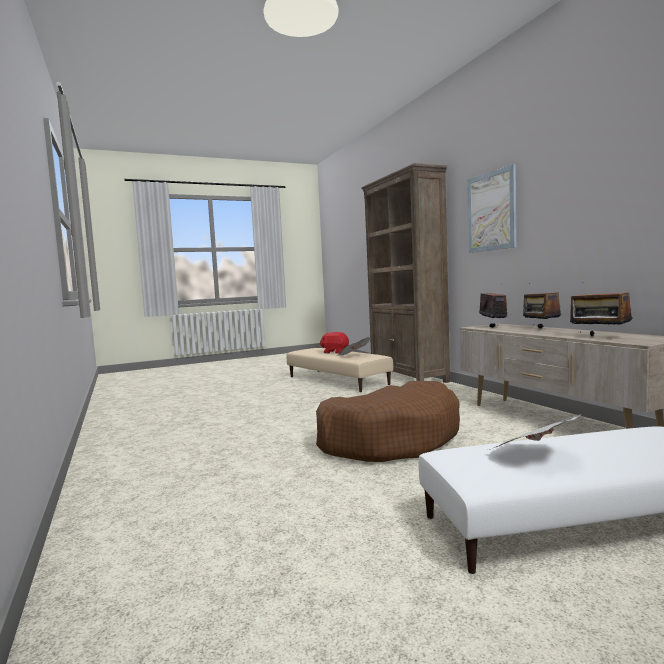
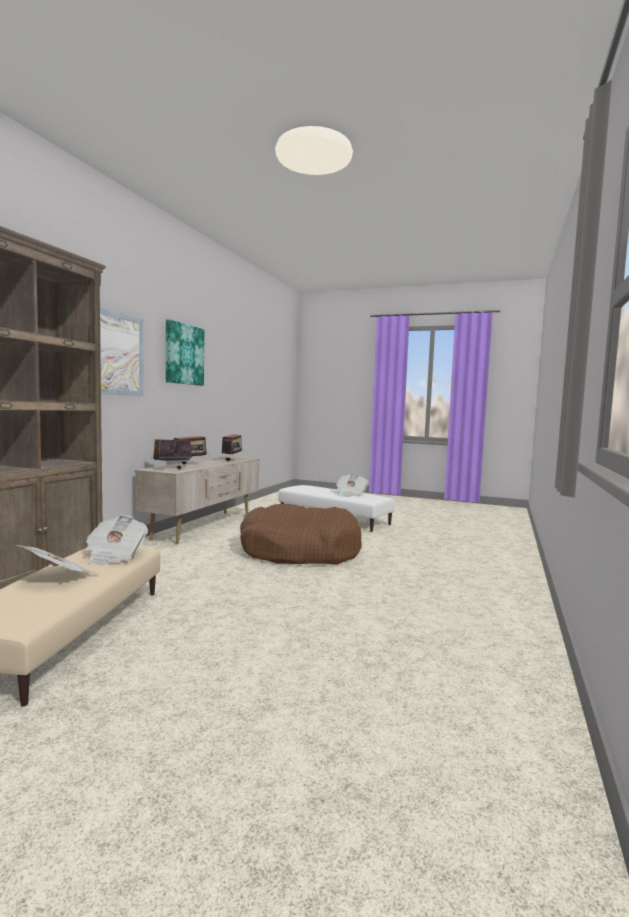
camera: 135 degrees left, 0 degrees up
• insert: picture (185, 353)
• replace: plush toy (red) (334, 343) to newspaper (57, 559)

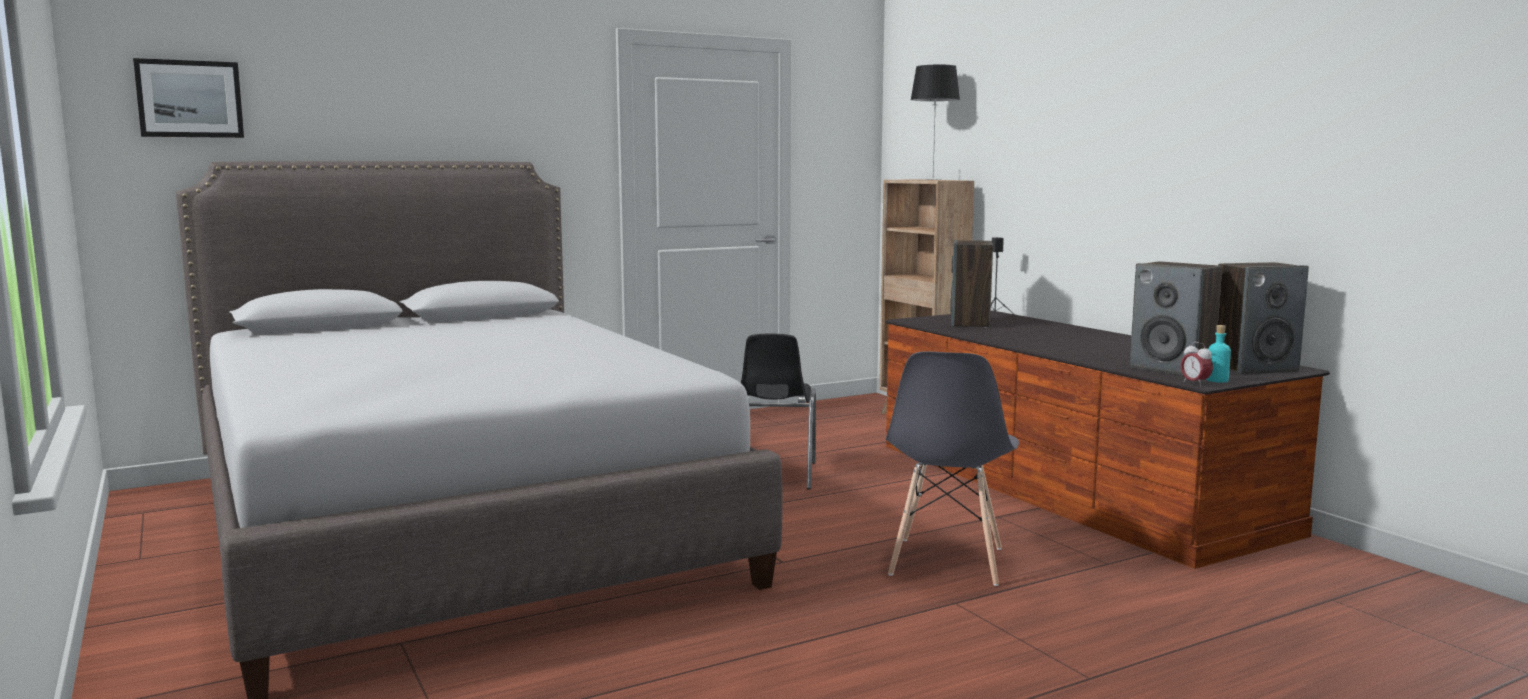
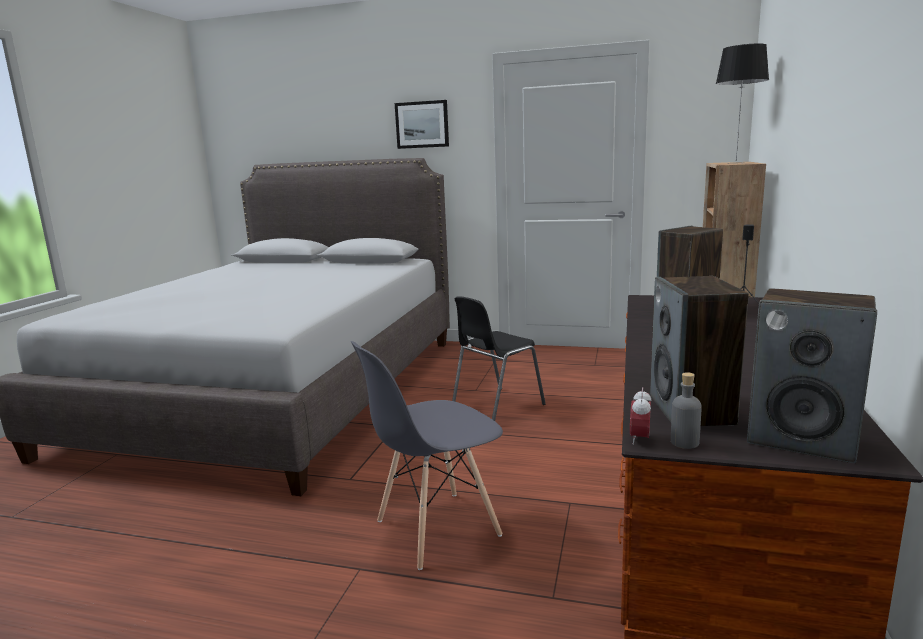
camera: 45 degrees right, 5 degrees up
• move: picture (188, 98) to (422, 124)
• recolor: bottle (turquoise) (1218, 354) to bottle (grey) (686, 410)

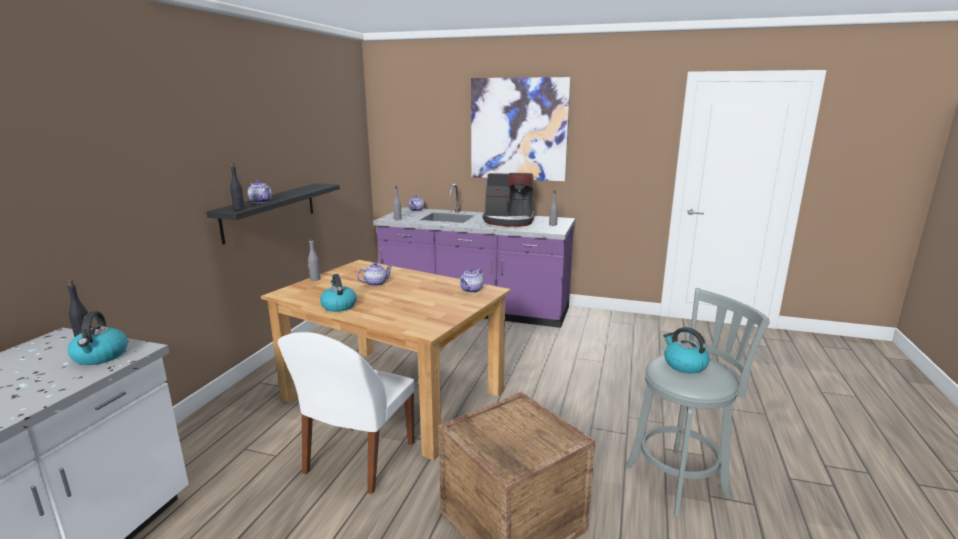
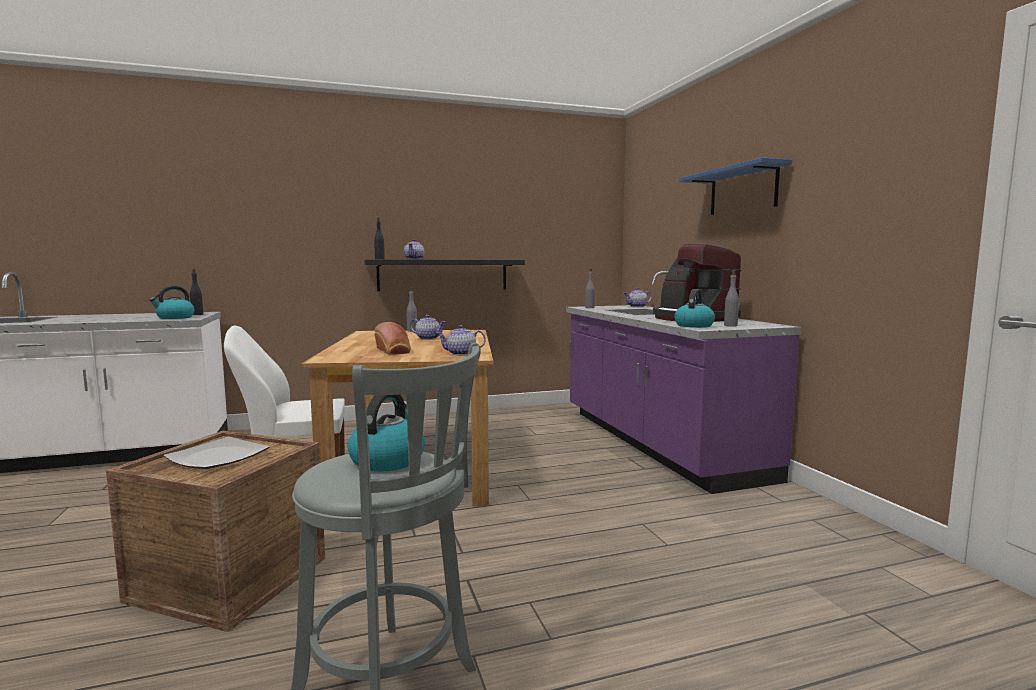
camera: 55 degrees right, 10 degrees down
• insert: plate (216, 453)
• insert: bread (393, 338)
• move: kettle (338, 293) to (694, 308)
• replace: picture (521, 129) to shelf (blue) (735, 186)

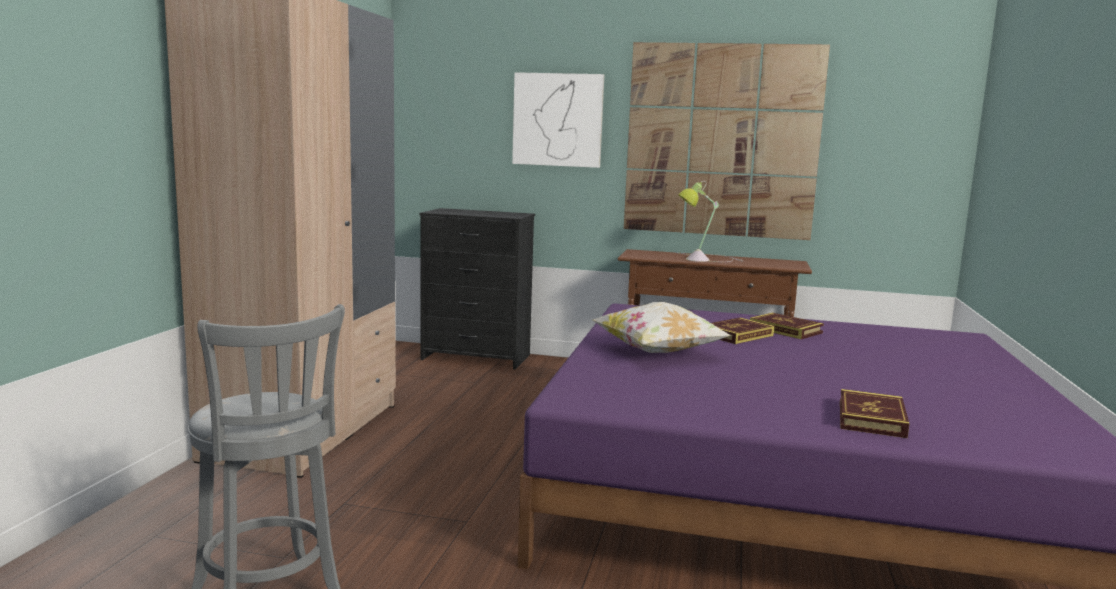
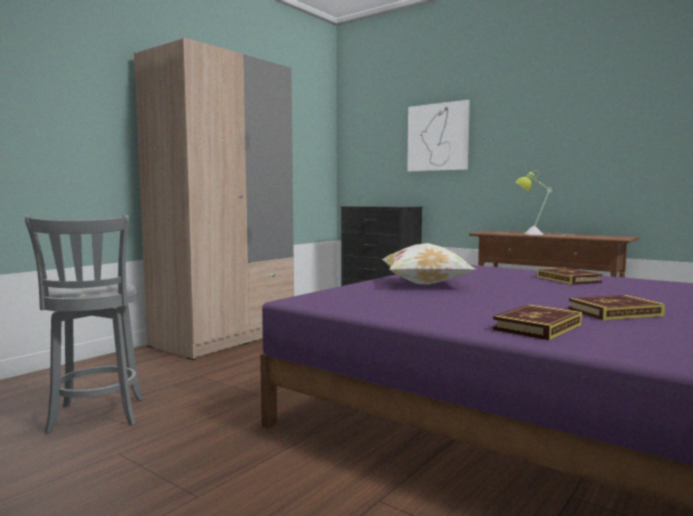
camera: 25 degrees right, 5 degrees down
• delete: picture (727, 141)
• move: book (742, 330) to (616, 308)

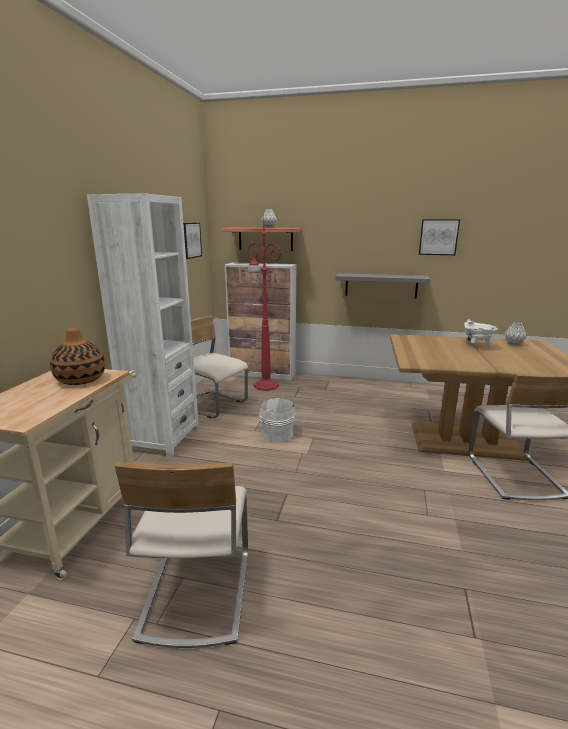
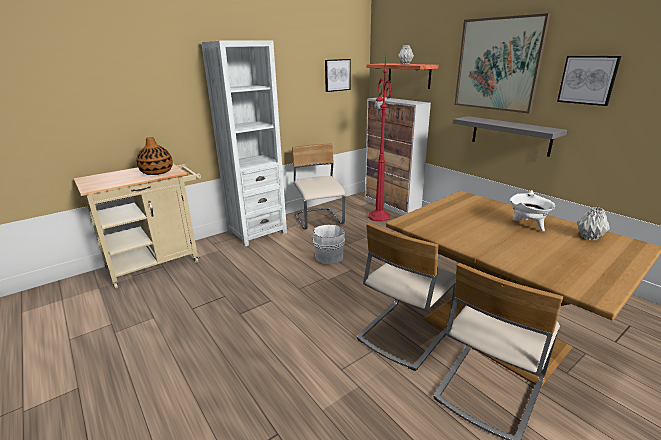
camera: 40 degrees right, 5 degrees up
• insert: picture (502, 63)
• move: chair (beige) (181, 555) to (406, 297)

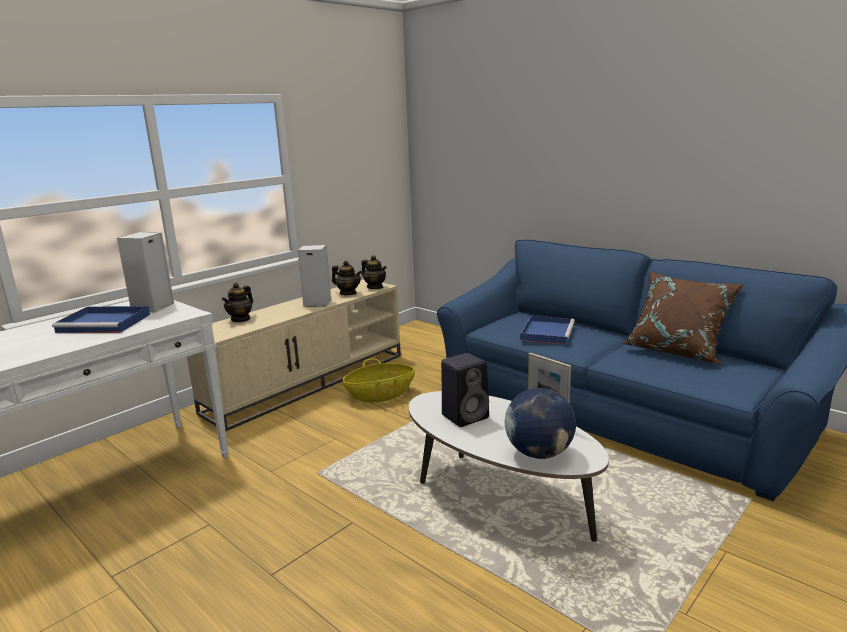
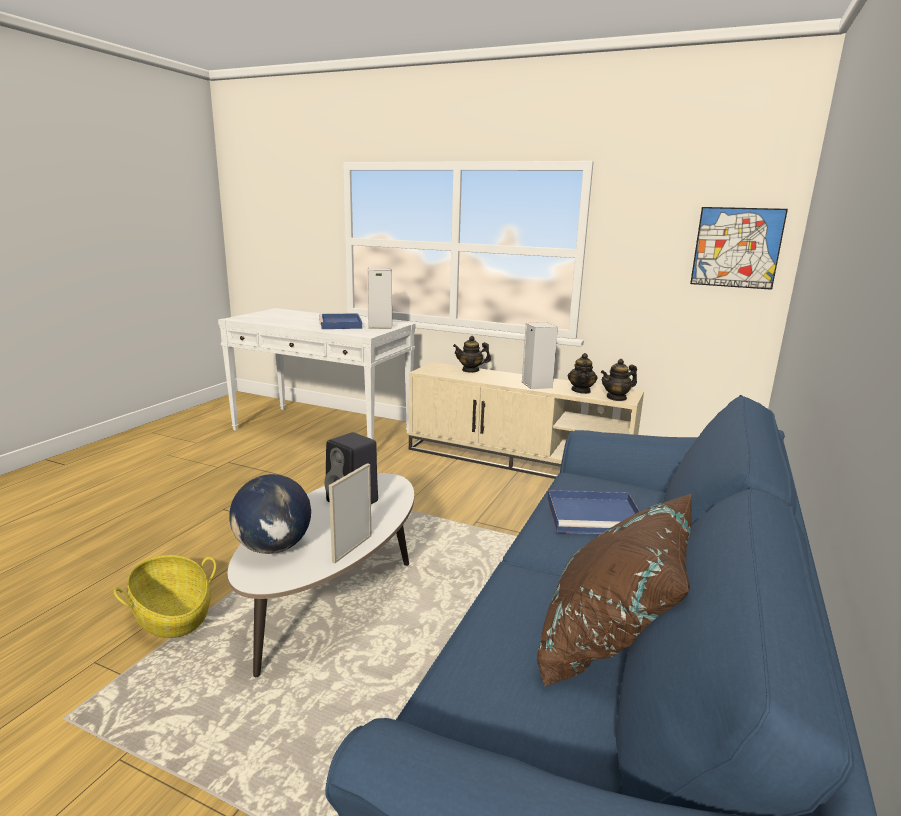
camera: 70 degrees right, 0 degrees up
• insert: picture (739, 248)
• move: basket (379, 381) to (165, 596)
• rotate: teapot (374, 272) = (619, 380) 45 degrees clockwise

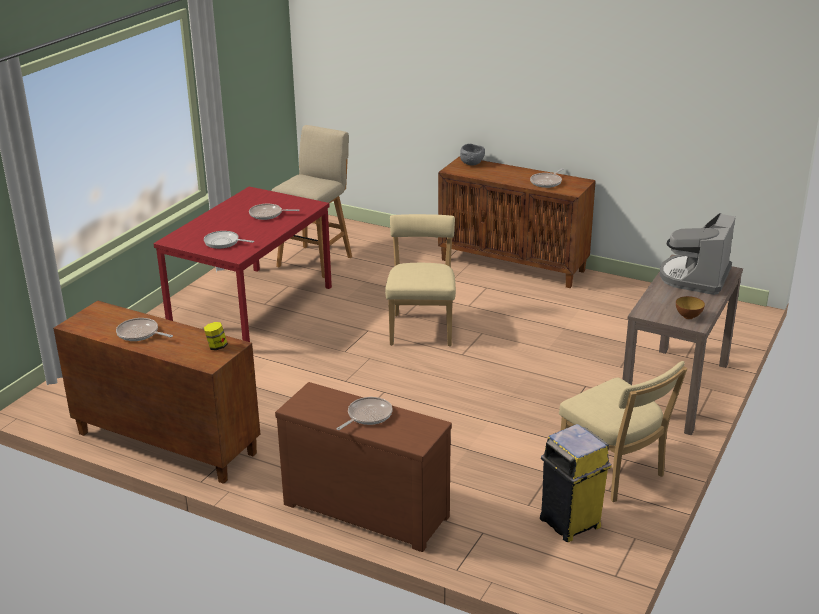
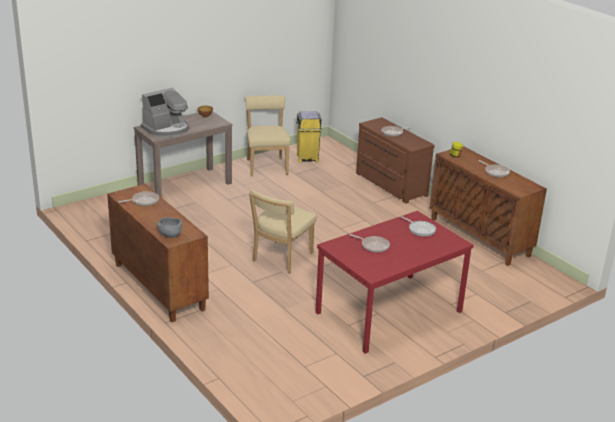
camera: 155 degrees left, 0 degrees up
• delete: stool (beige) (311, 201)

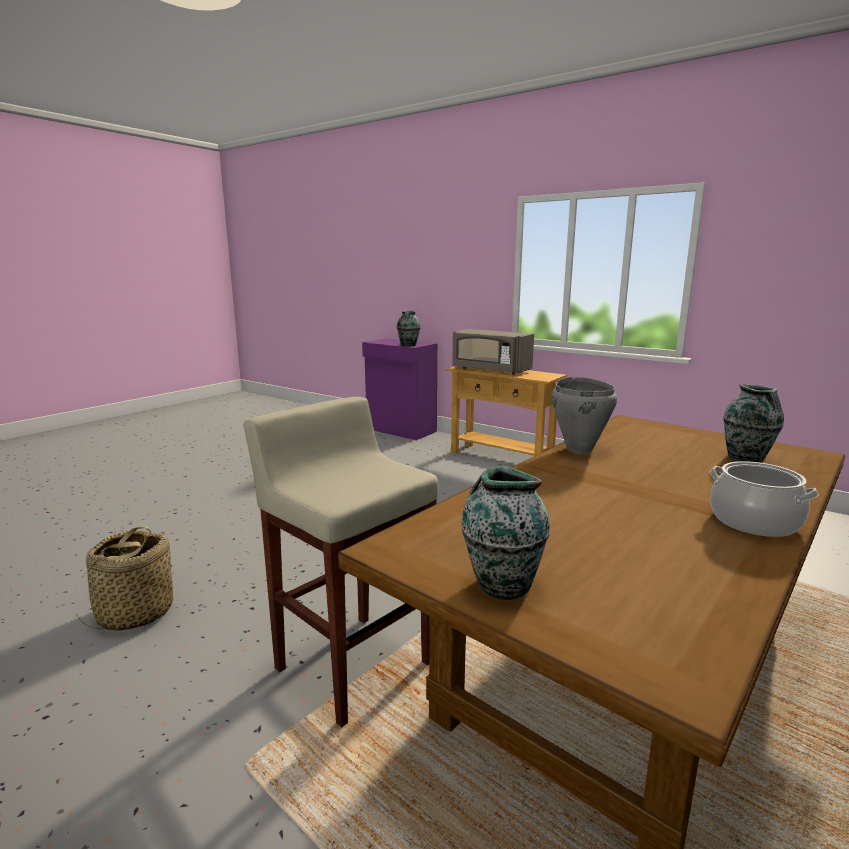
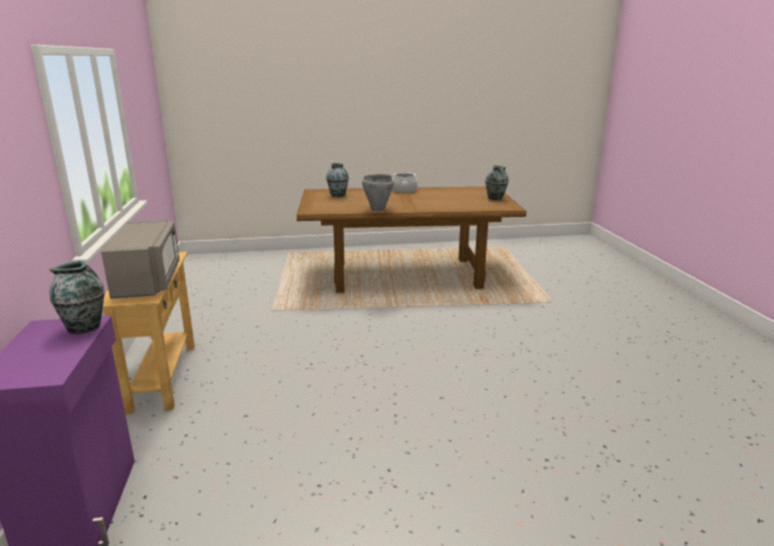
camera: 135 degrees left, 5 degrees up
• delete: basket (125, 578)
• delete: stool (beige) (341, 562)

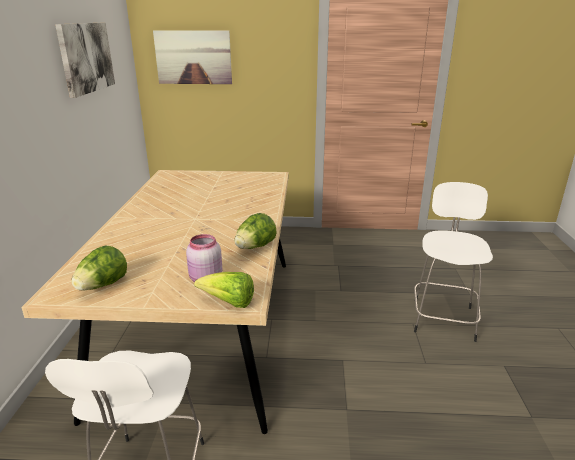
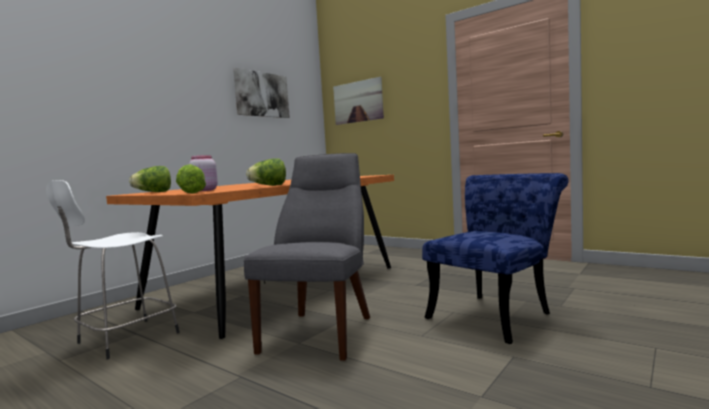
camera: 35 degrees right, 20 degrees down
• insert: chair (grey) (307, 257)
• replace: stool (white) (453, 262) to chair (blue) (495, 258)
• recolor: dining table (beige) (155, 302) to dining table (orange) (250, 257)

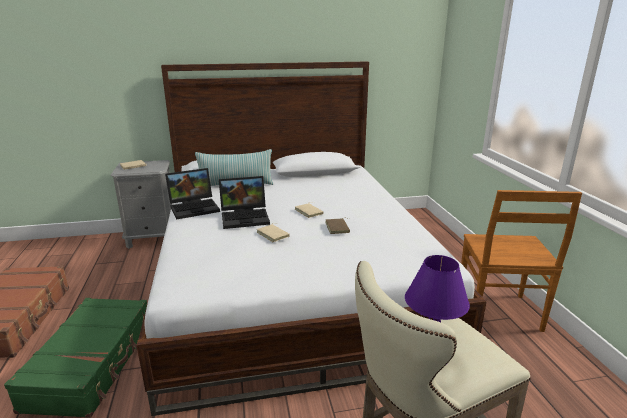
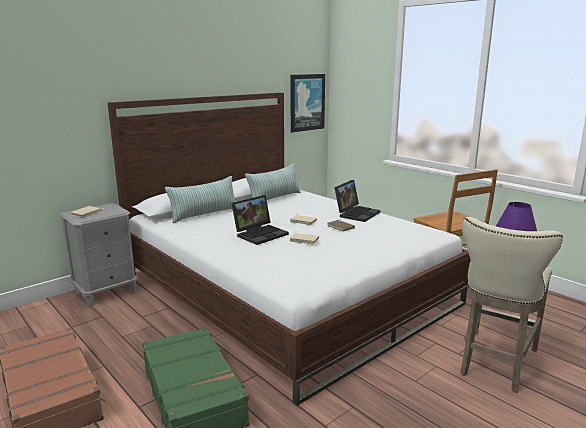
camera: 30 degrees left, 5 degrees down
• insert: pillow (273, 181)
• insert: picture (308, 103)
• move: laptop (192, 193) to (357, 201)

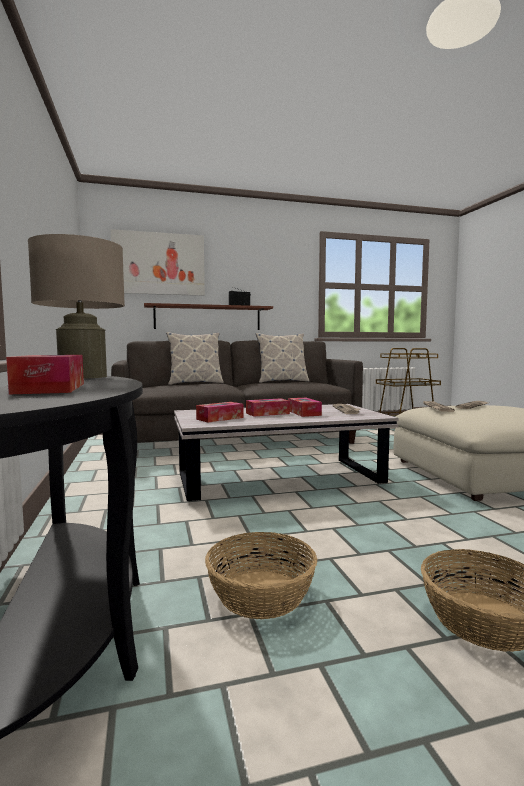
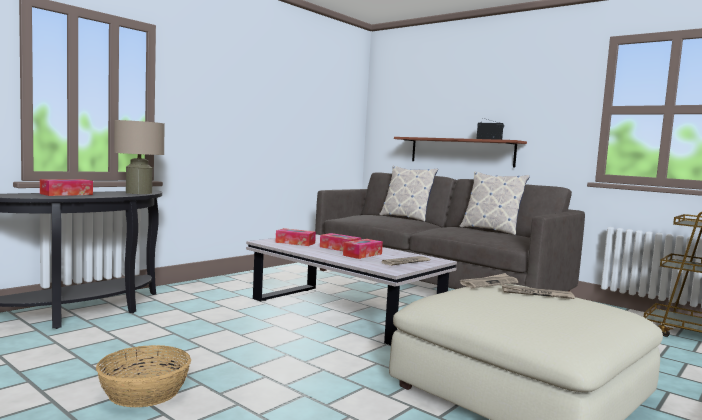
camera: 55 degrees right, 0 degrees up
• delete: picture (158, 262)
• delete: basket (261, 575)

